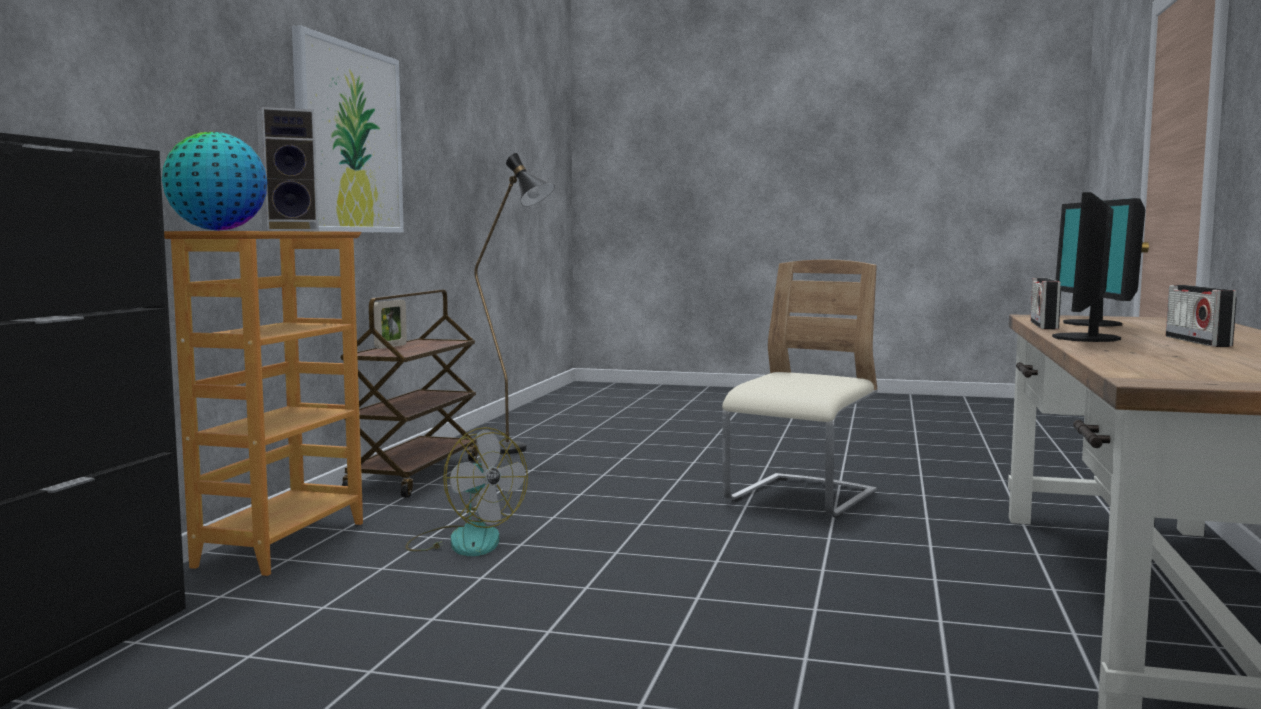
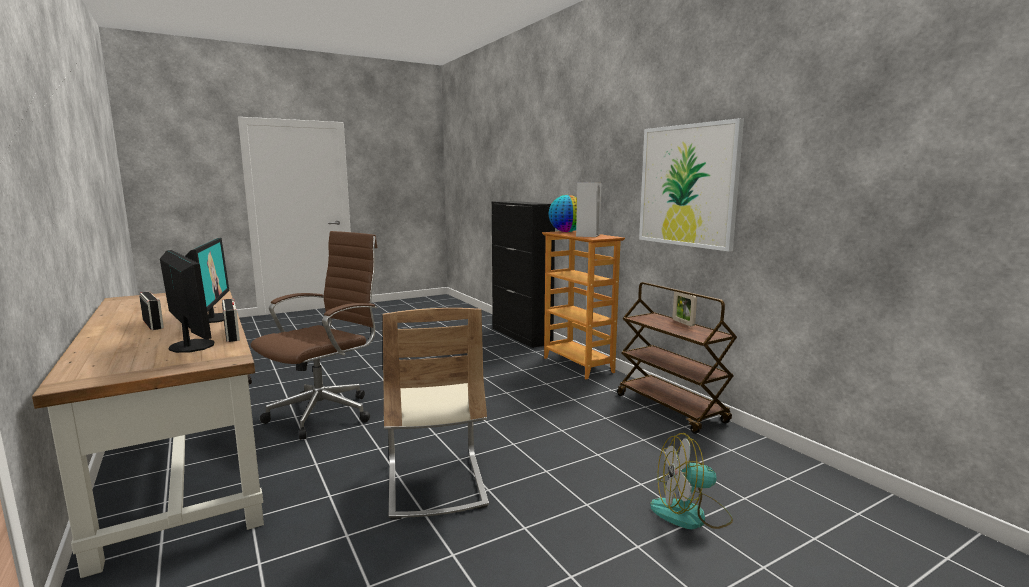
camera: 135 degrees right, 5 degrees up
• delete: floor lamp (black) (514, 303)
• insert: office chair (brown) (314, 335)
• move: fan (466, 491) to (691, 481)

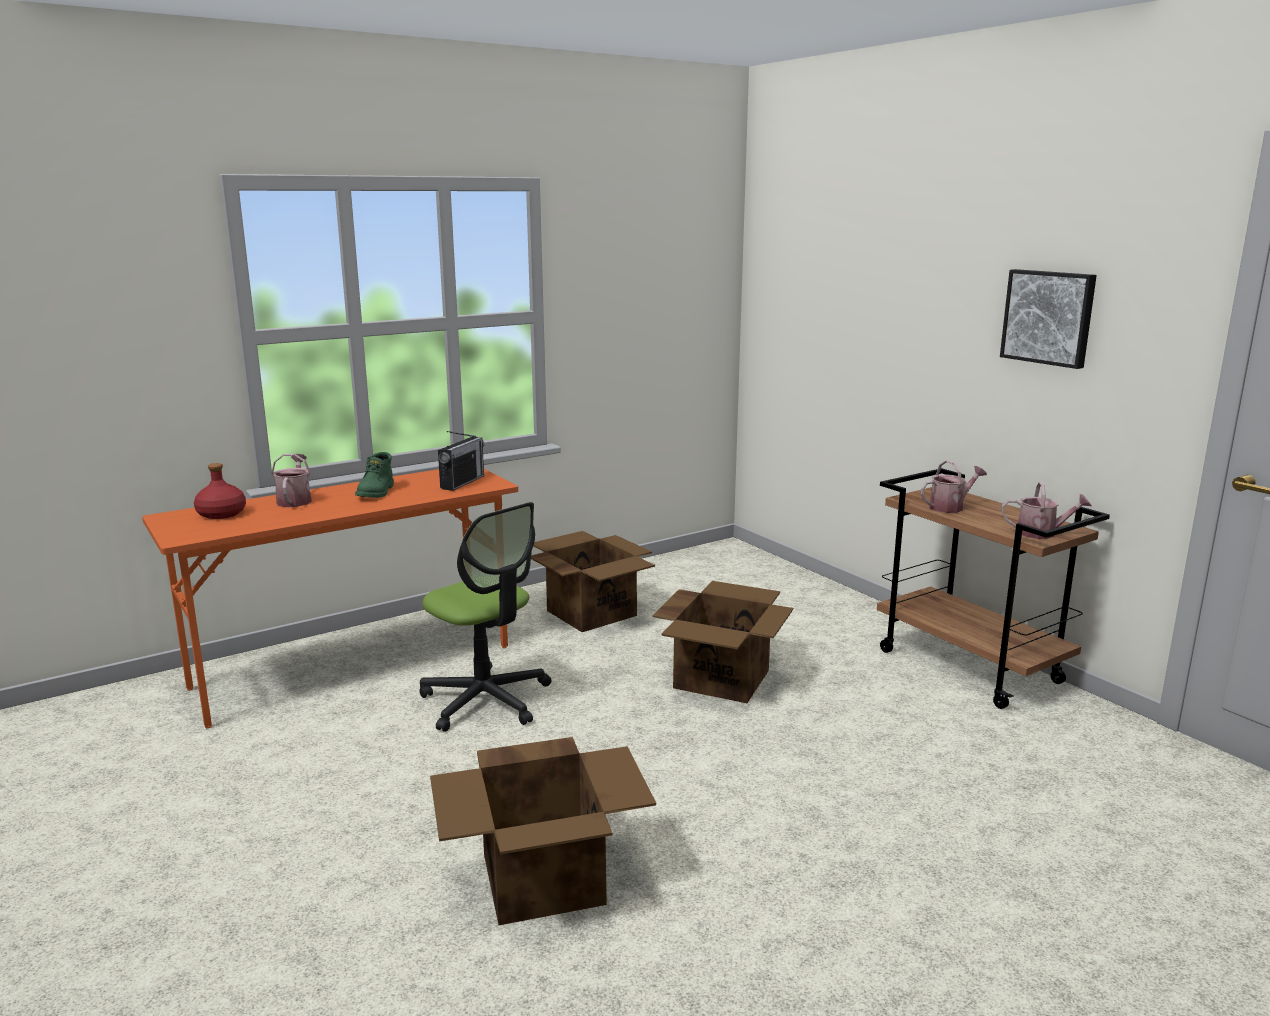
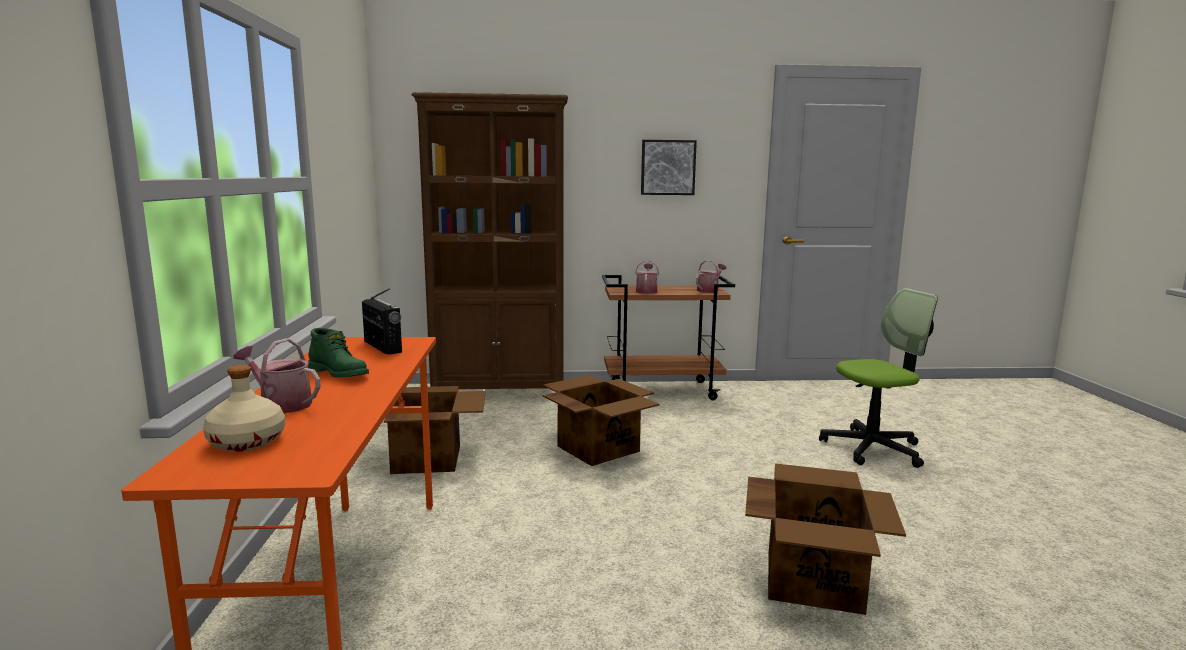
camera: 60 degrees left, 5 degrees down
• insert: bookcase (brown) (489, 240)
• move: office chair (485, 617) to (878, 378)
• recolor: bottle (red) (220, 491) to bottle (beige) (244, 408)

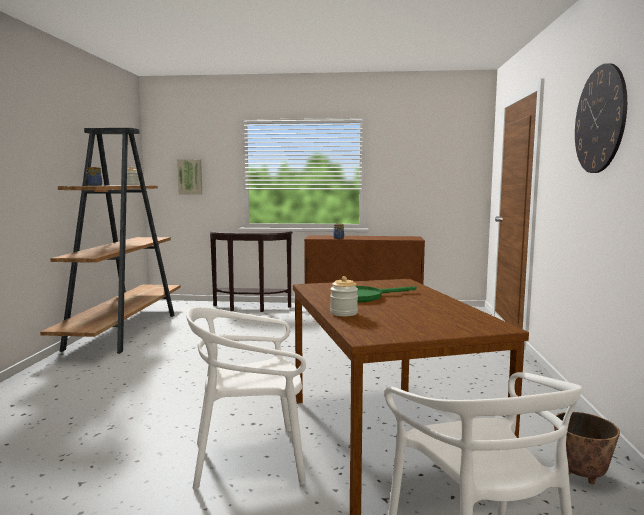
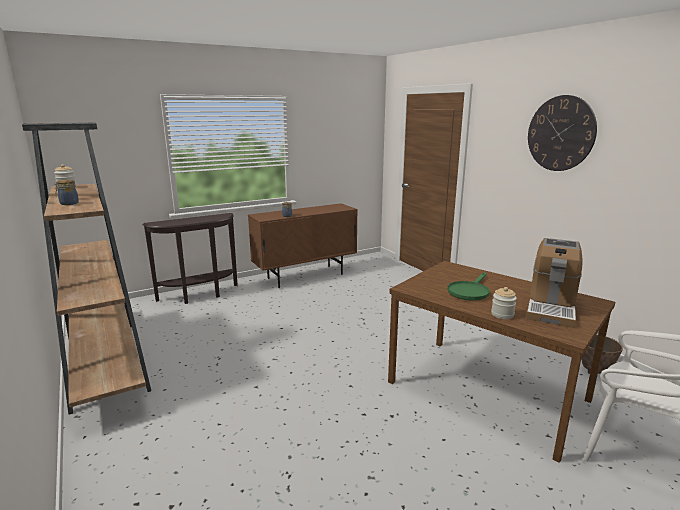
camera: 35 degrees left, 10 degrees up
• delete: picture (189, 177)
• delete: chair (white) (246, 398)
• insert: coffee machine (554, 283)

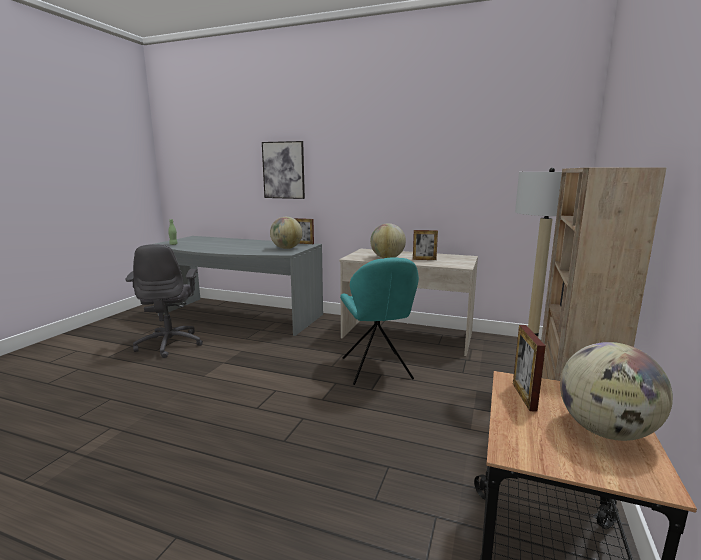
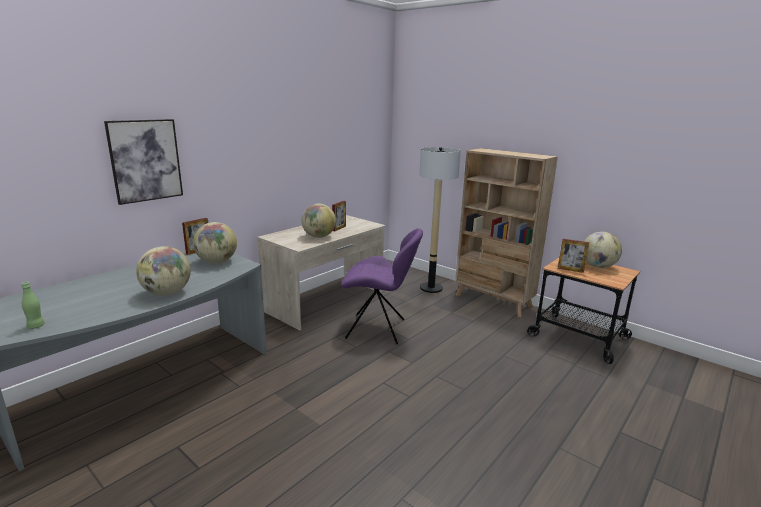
camera: 70 degrees left, 5 degrees up
• delete: office chair (grey) (164, 301)
• insert: globe (163, 271)
• recolor: chair (turquoise) (379, 321) to chair (purple) (382, 286)

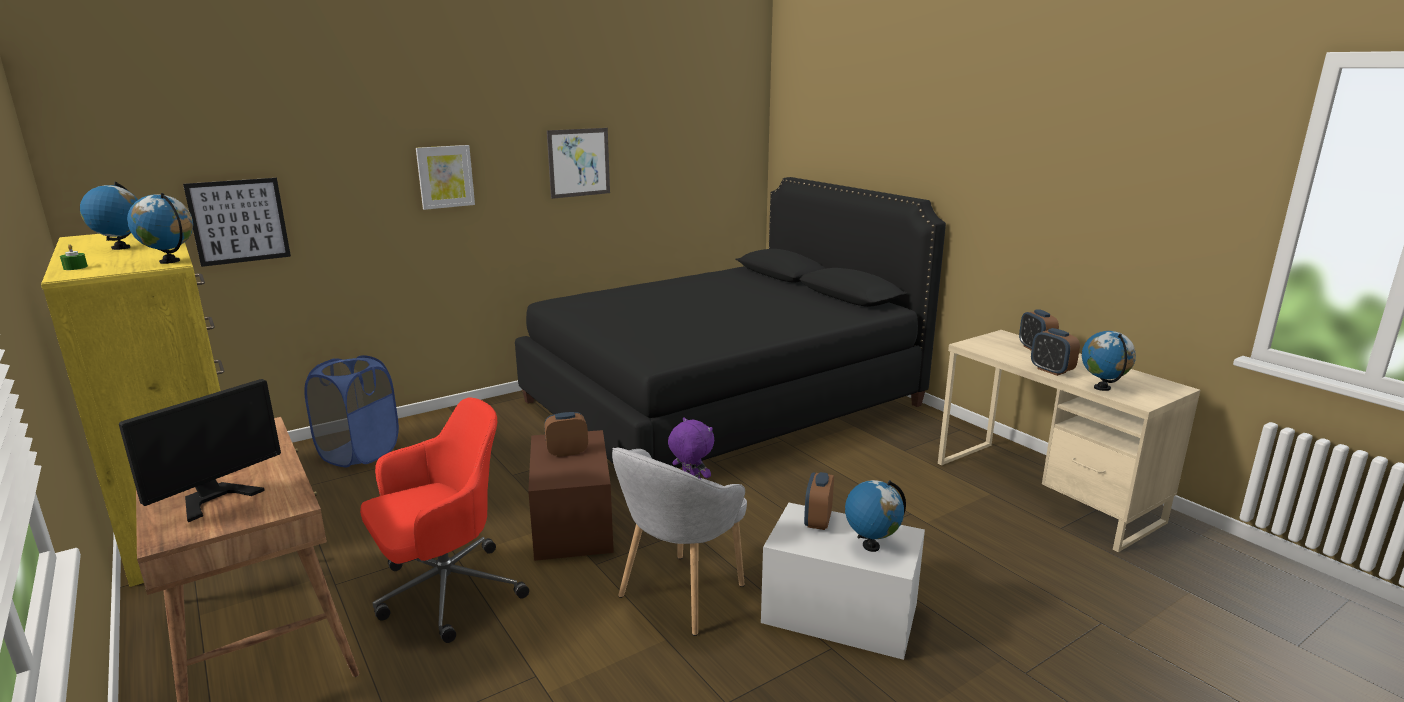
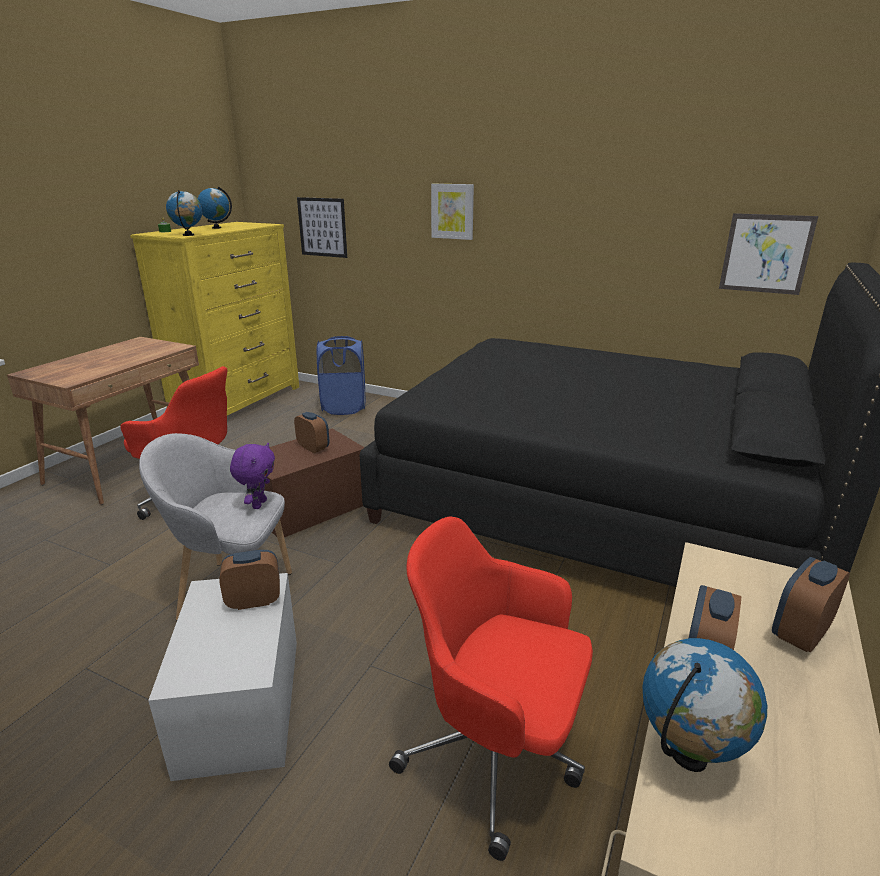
camera: 60 degrees right, 5 degrees up
• delete: monitor (200, 450)
• delete: globe (875, 516)
• insert: office chair (red) (491, 689)
• move: picture (578, 163) to (768, 254)

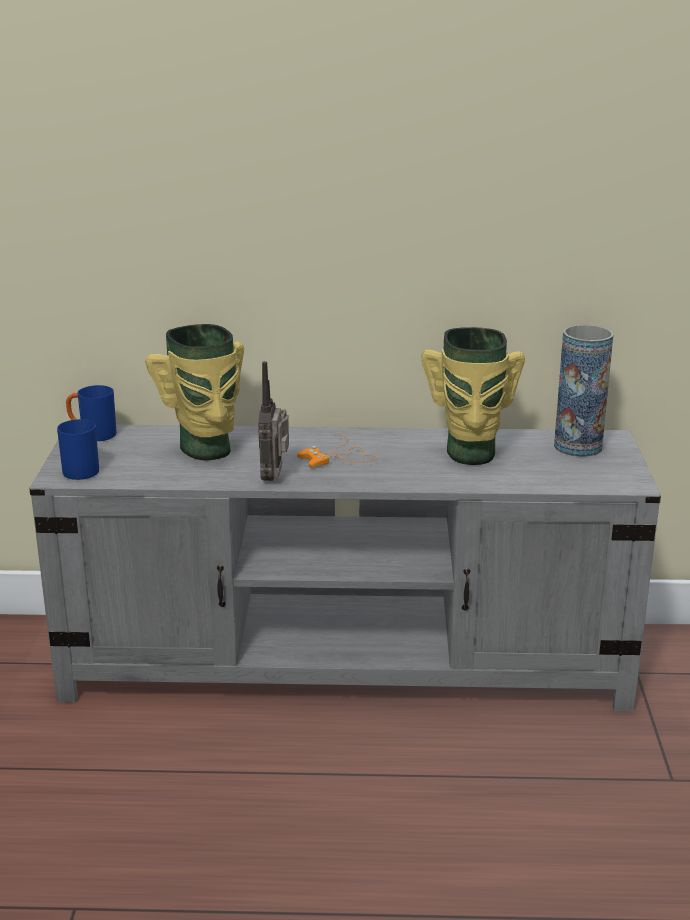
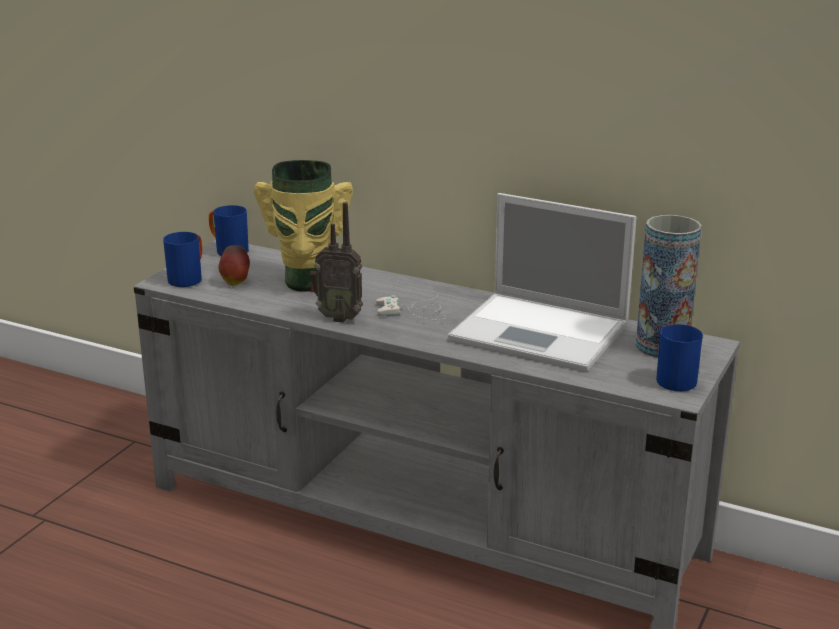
camera: 25 degrees right, 0 degrees up
• insert: apple (234, 265)
• insert: mug (blue) (679, 357)
• replace: vase (473, 396) to laptop (542, 282)
• recolor: game controller (orange) (337, 451) to game controller (white) (411, 305)
• rotate: radio (273, 421) = (336, 262) 105 degrees counterclockwise

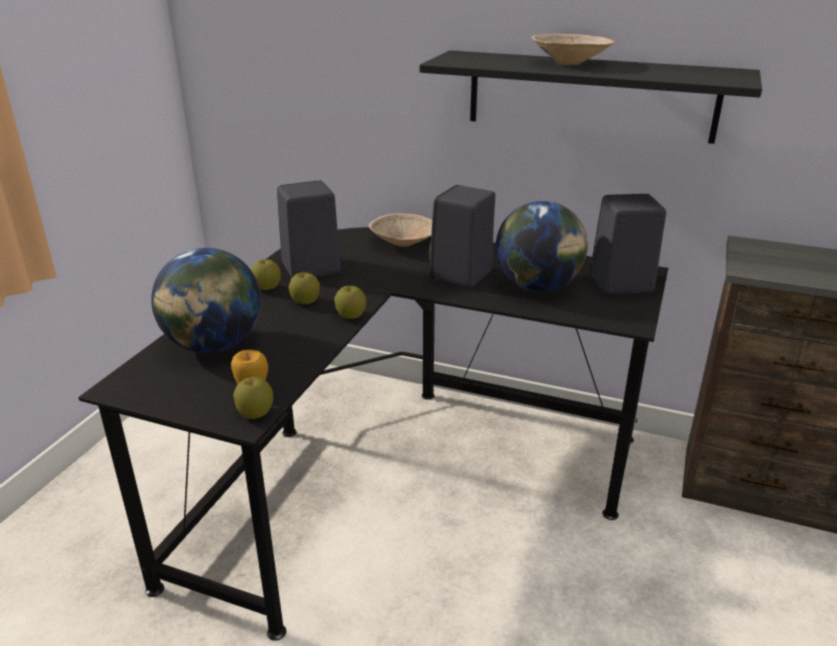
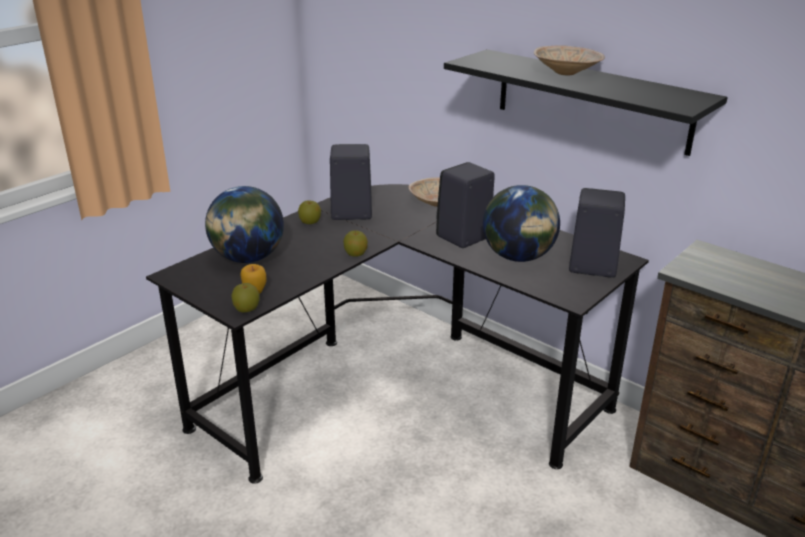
camera: 20 degrees right, 0 degrees up
• delete: apple (304, 288)

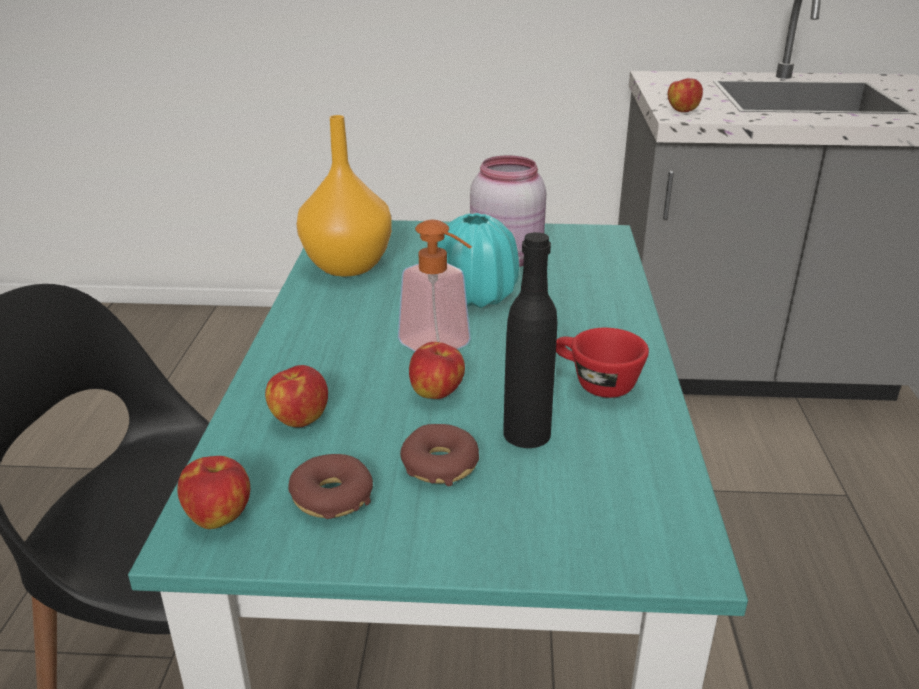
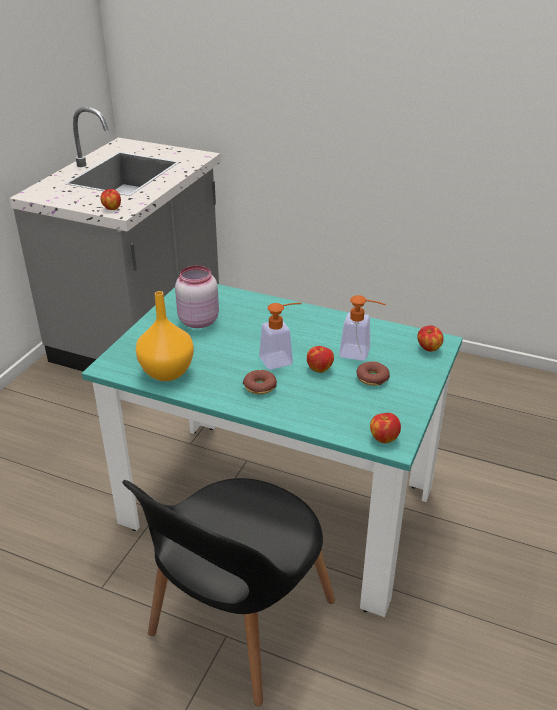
camera: 70 degrees left, 5 degrees up
• delete: vase (turquoise) (478, 260)
• delete: cup (red) (602, 363)
• move: apple (296, 396) to (430, 338)
• move: donut (330, 486) to (260, 382)
• replace: bottle (black) (530, 340) to soap dispenser (362, 328)

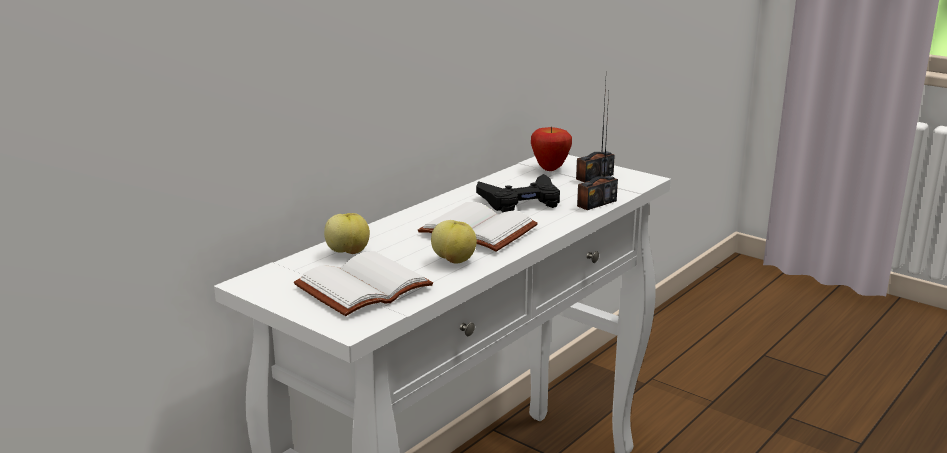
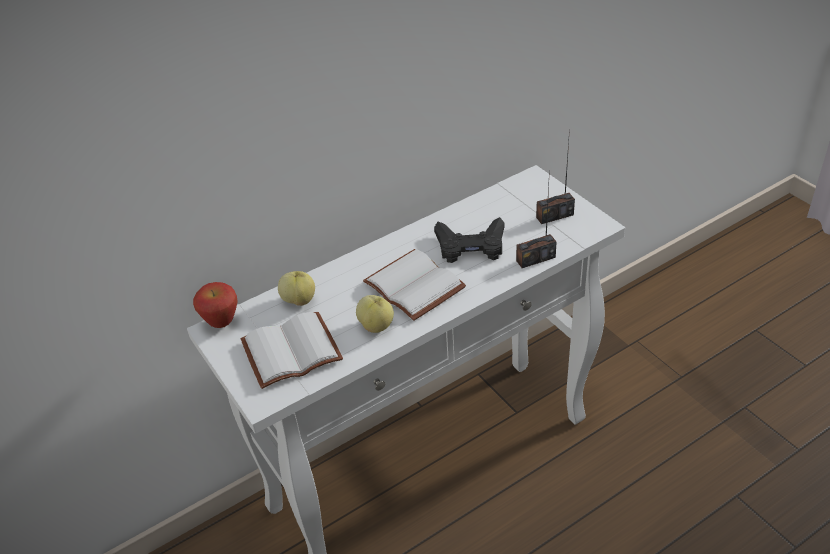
camera: 20 degrees right, 20 degrees up
• move: apple (551, 148) to (215, 305)

